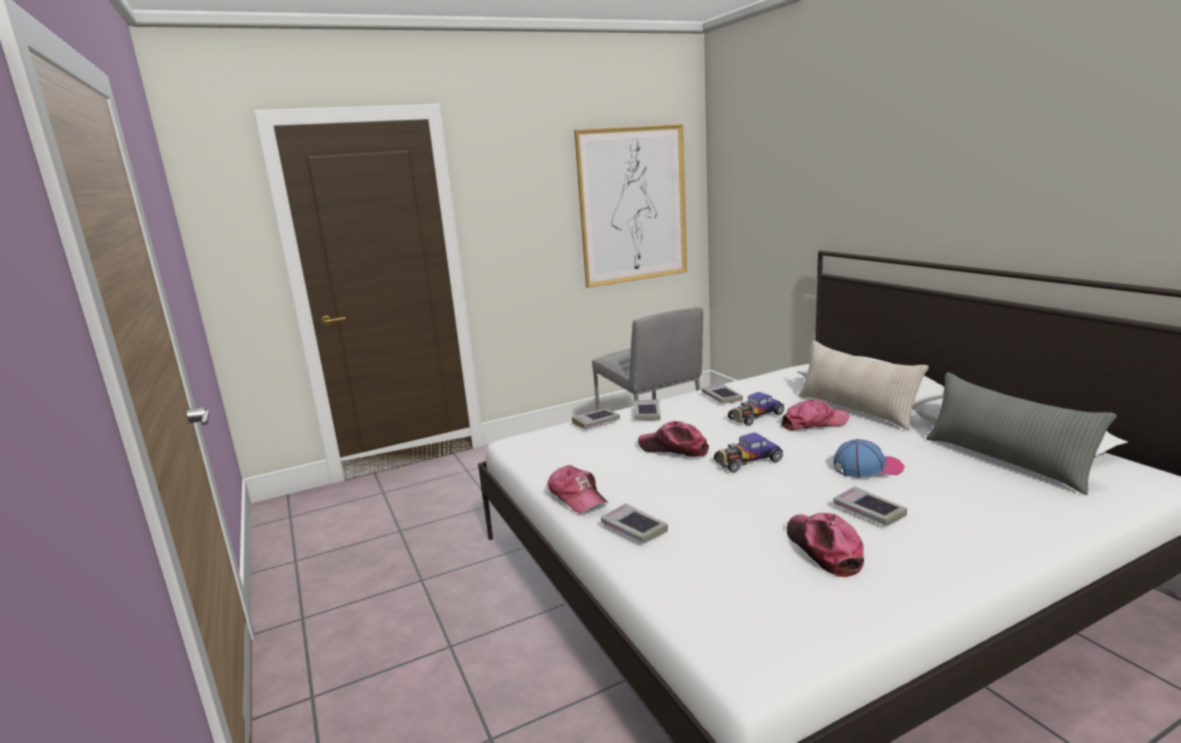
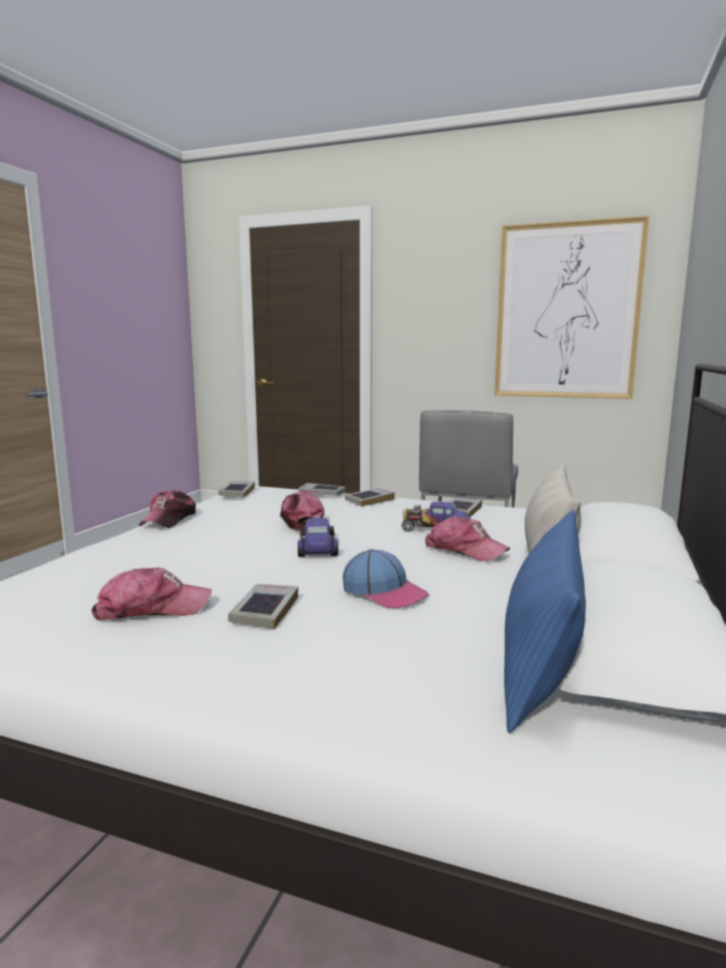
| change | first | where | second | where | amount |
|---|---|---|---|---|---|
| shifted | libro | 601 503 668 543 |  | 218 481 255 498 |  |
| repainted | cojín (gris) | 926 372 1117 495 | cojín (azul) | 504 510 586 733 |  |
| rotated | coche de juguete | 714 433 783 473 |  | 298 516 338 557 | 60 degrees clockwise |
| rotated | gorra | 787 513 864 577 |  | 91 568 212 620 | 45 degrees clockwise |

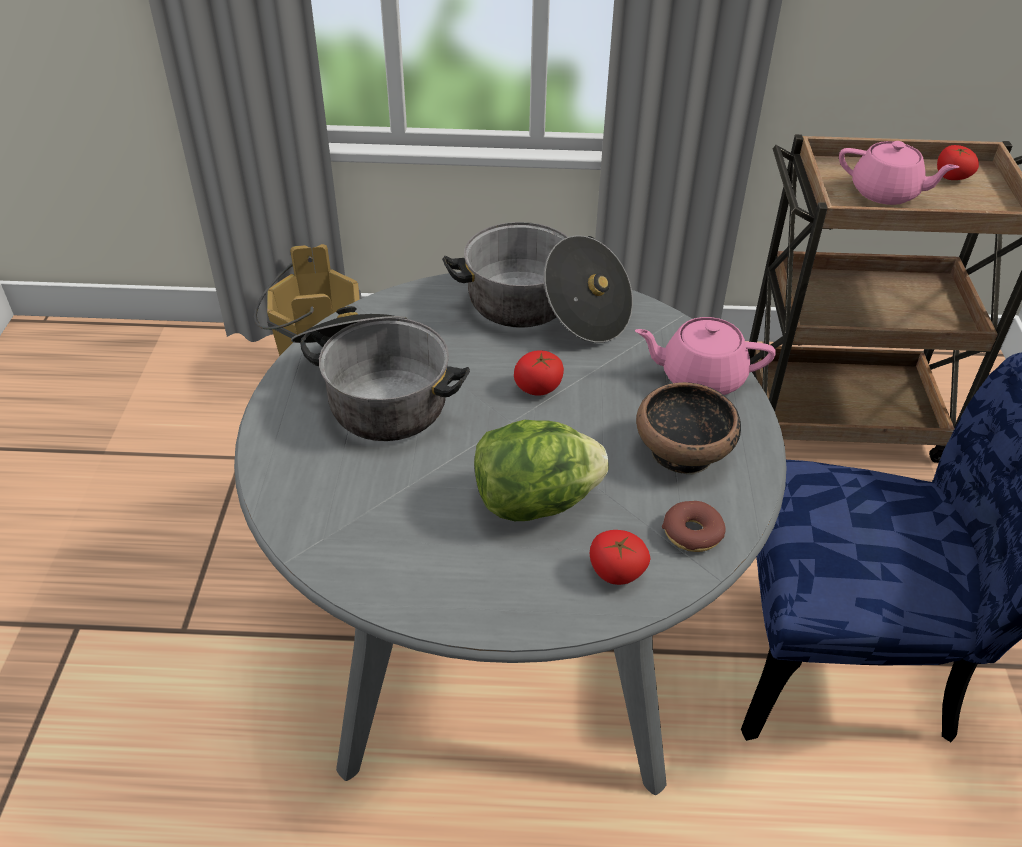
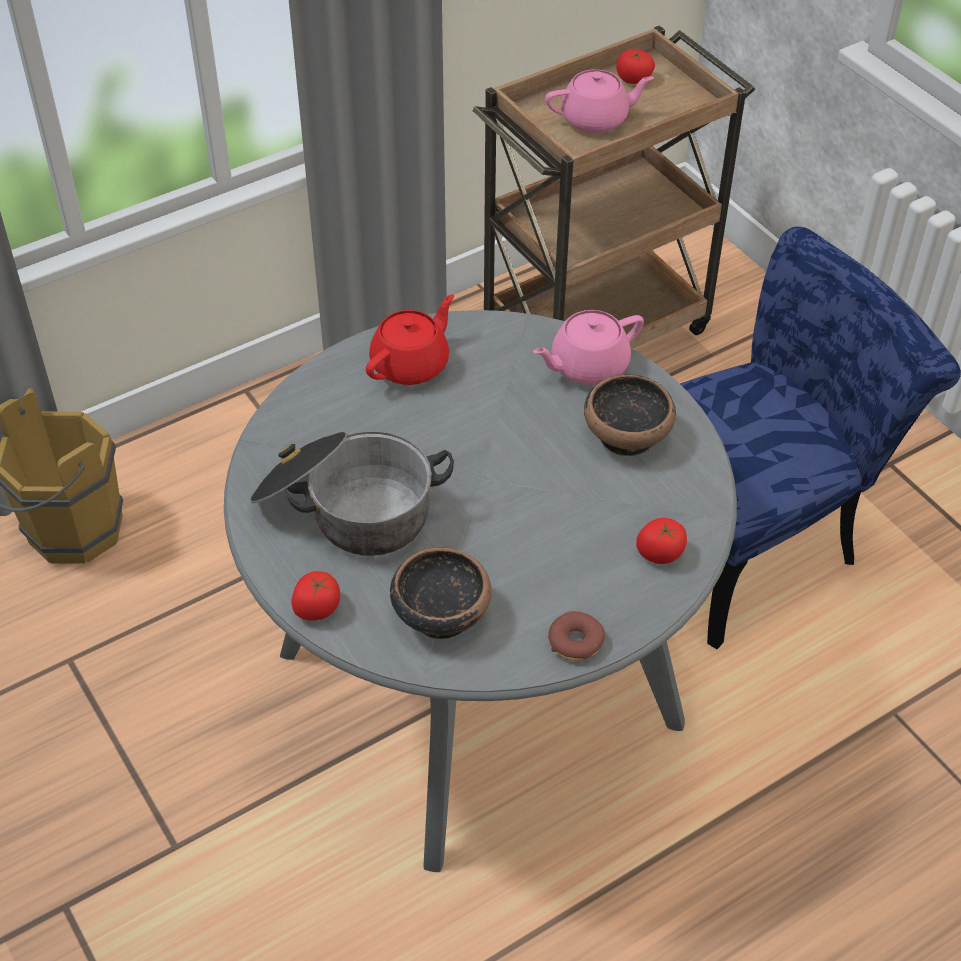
| change | first | where | second | where | amount |
|---|---|---|---|---|---|
| gone | lechuga | 474 420 609 521 |  |  |  |
| new |  |  | cuenco | 390 548 491 639 |  |
| shifted | tomate | 514 350 564 396 |  | 291 571 340 621 |  |
| shifted | rosquilla | 662 501 726 552 |  | 548 611 605 661 |  |
| swapped | olla | 442 222 633 343 | tetera (rojo) | 366 294 454 385 |  |

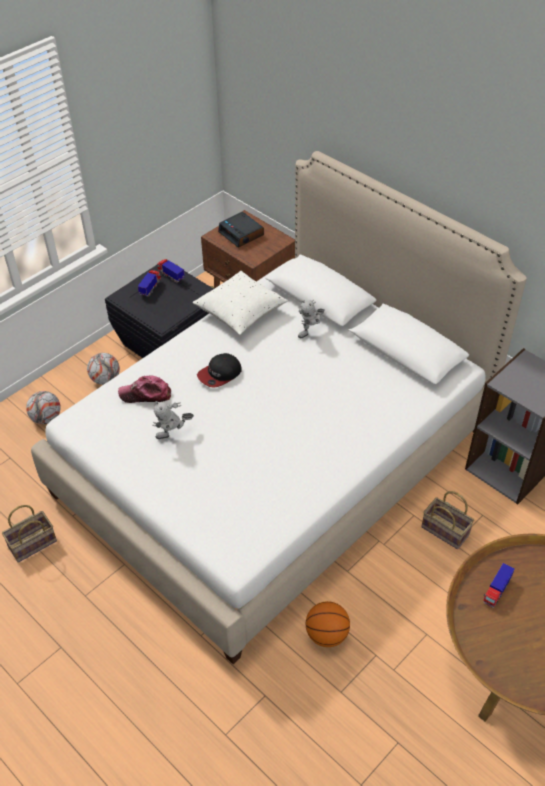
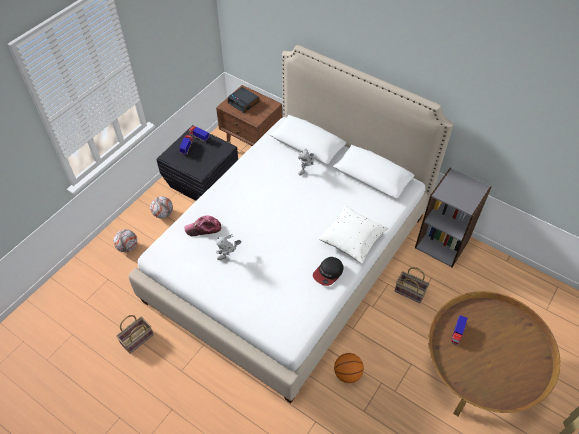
| change | first | where | second | where | amount |
|---|---|---|---|---|---|
| shifted | cojín (blanco) | 193 271 288 335 |  | 317 205 388 264 |  |
| shifted | gorra | 197 353 242 388 |  | 313 257 344 286 |  |

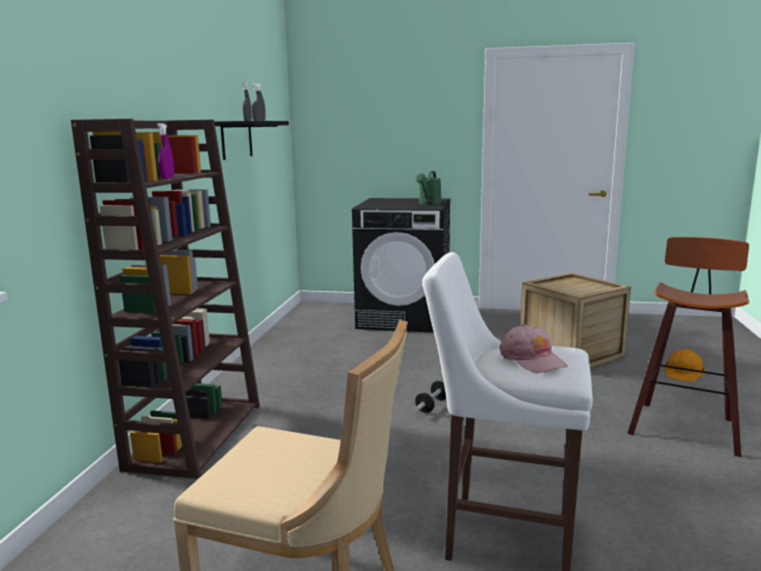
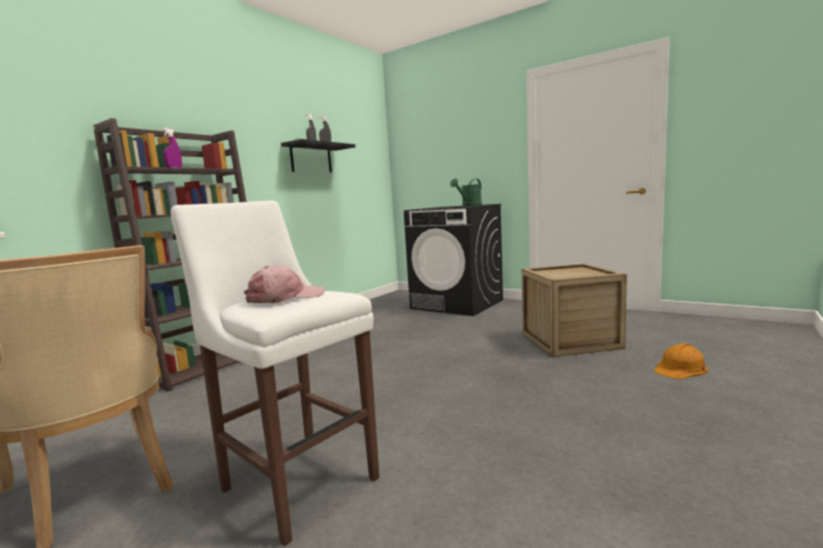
| change | first | where | second | where | amount |
|---|---|---|---|---|---|
| gone | mancuerna | 415 381 446 413 |  |  |  |
| gone | taburete | 628 237 749 457 |  |  |  |
| rotated | gorra (rosa) | 499 324 568 373 |  | 244 265 325 303 | 120 degrees counterclockwise |

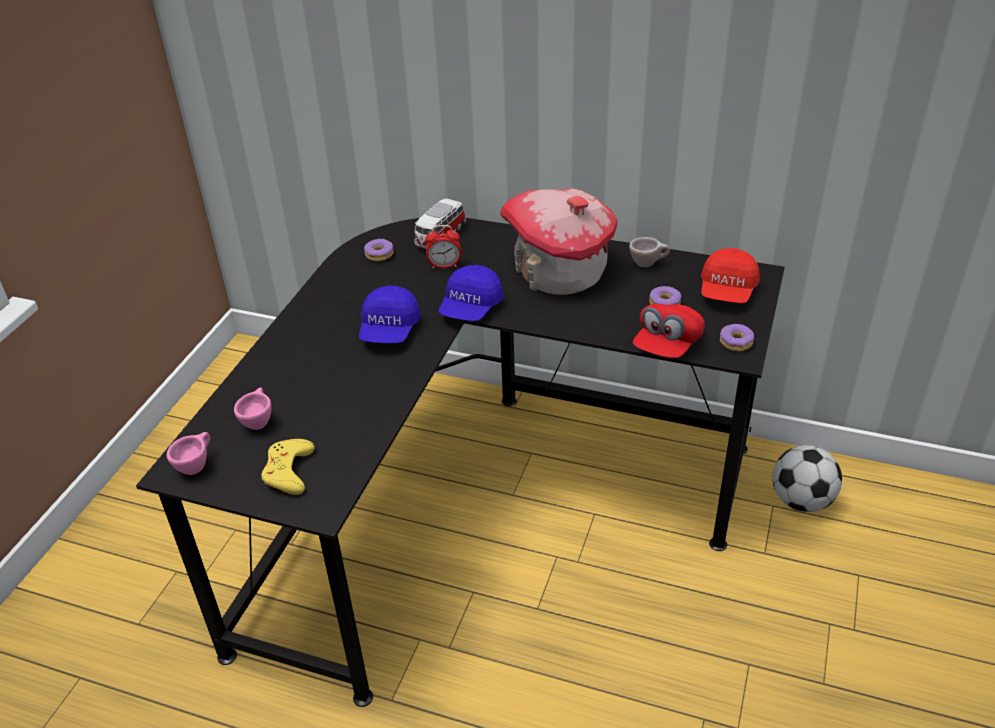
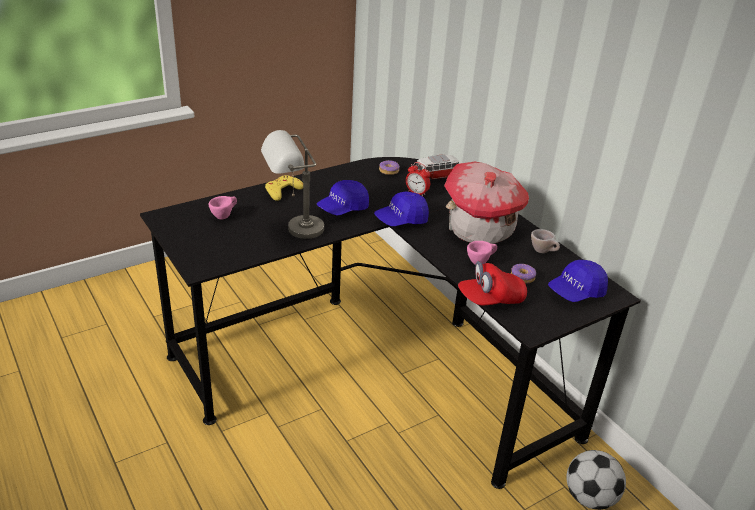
| change | first | where | second | where | amount |
|---|---|---|---|---|---|
| gone | rosquilla | 720 324 754 351 |  |  |  |
| new |  |  | lámpara de mesa (gris) | 261 130 324 239 |  |
| shifted | taza (rosa) | 167 432 210 475 |  | 467 241 497 265 |  |
| shifted | mando de consola (amarillo) | 261 439 315 495 |  | 265 175 303 201 |  |
| repainted | gorra (rojo) | 701 248 760 303 | gorra (azul) | 548 260 608 302 |  |

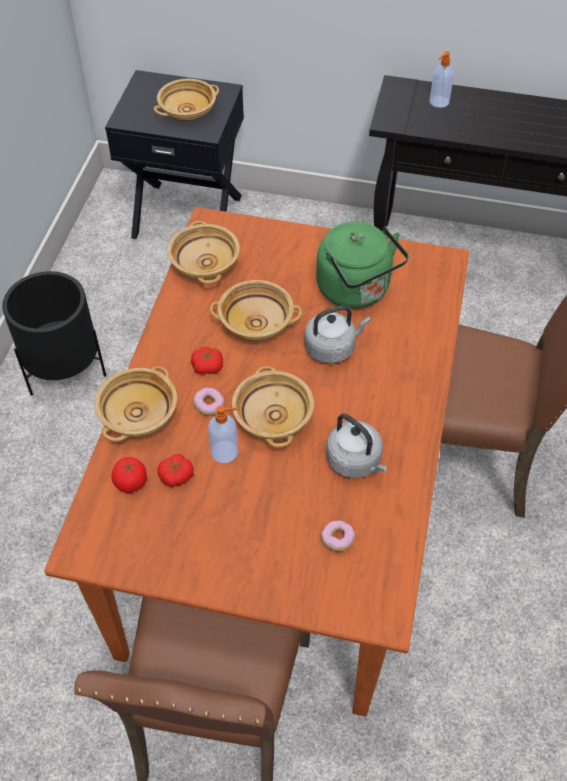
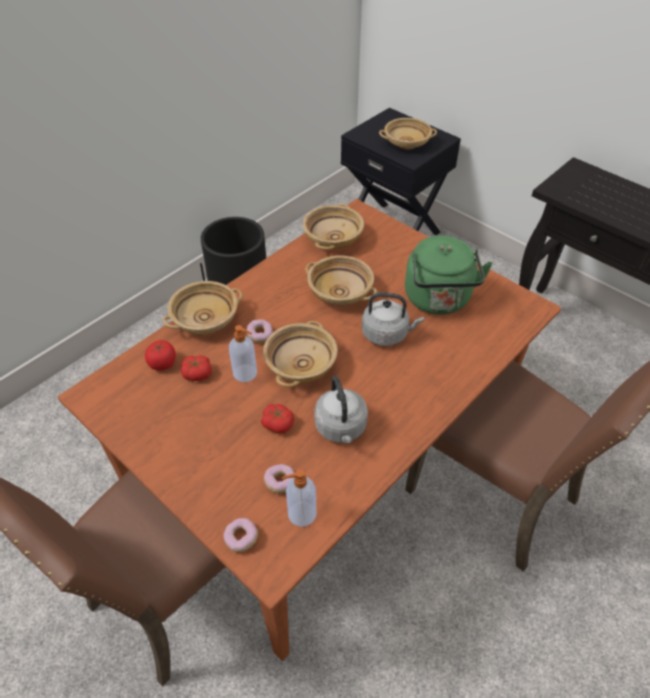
| change | first | where | second | where | amount |
|---|---|---|---|---|---|
| new |  |  | rosquilla | 223 518 258 552 |  |
| shifted | tomate | 191 347 223 375 |  | 261 404 294 434 |  |
| shifted | dispensador de jabón | 429 51 454 108 |  | 282 469 317 527 |  |

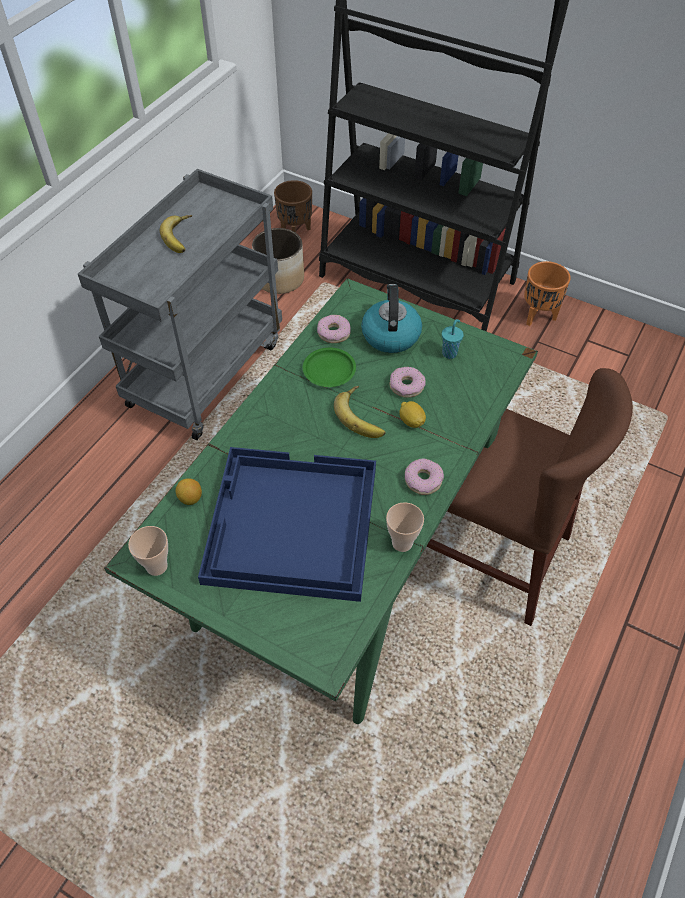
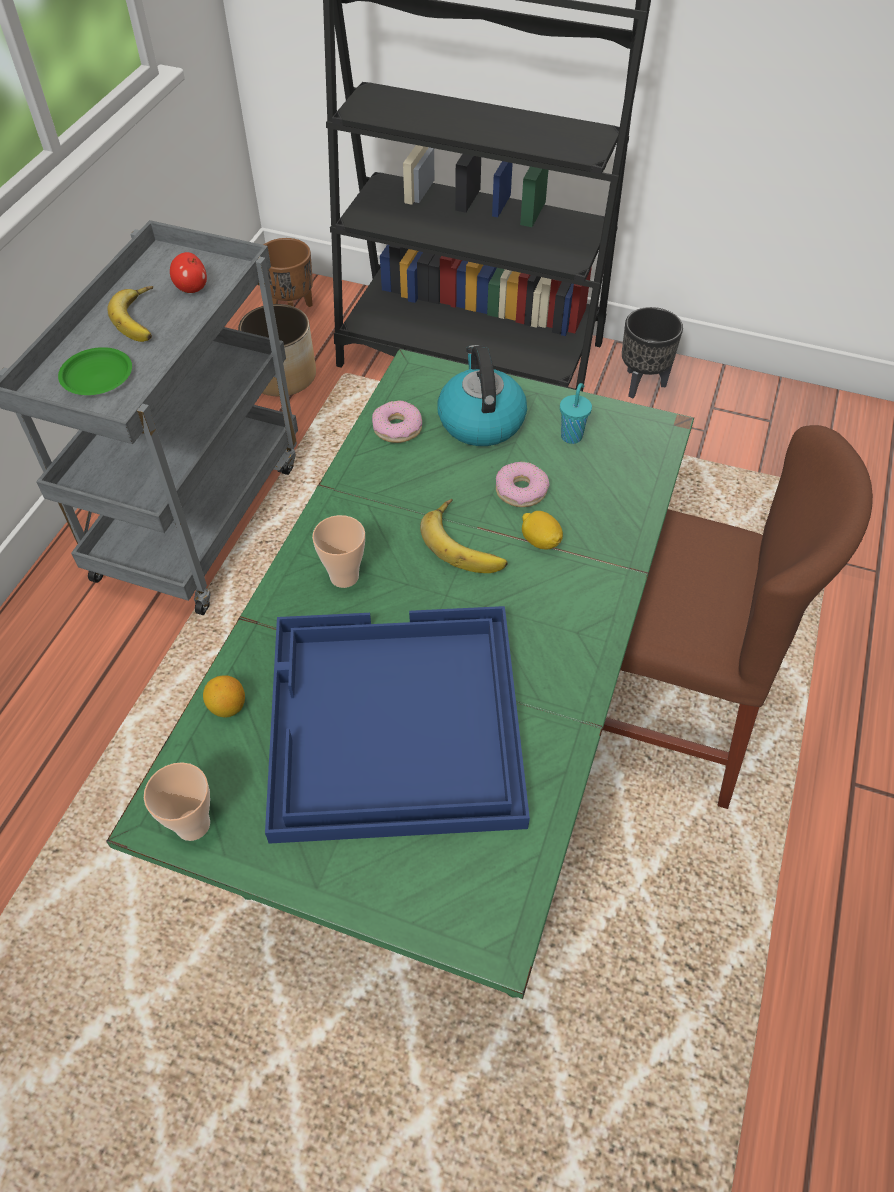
| change | first | where | second | where | amount |
|---|---|---|---|---|---|
| gone | rosquilla | 405 458 444 495 |  |  |  |
| new |  |  | manzana | 170 252 207 293 |  |
| shifted | plato (verde) | 303 348 356 387 |  | 58 347 132 395 |  |
| shifted | taza | 386 502 424 552 |  | 312 515 365 588 |  |
| repainted | maceta (naranja) | 524 261 571 326 | maceta (negro) | 622 307 683 398 |  |

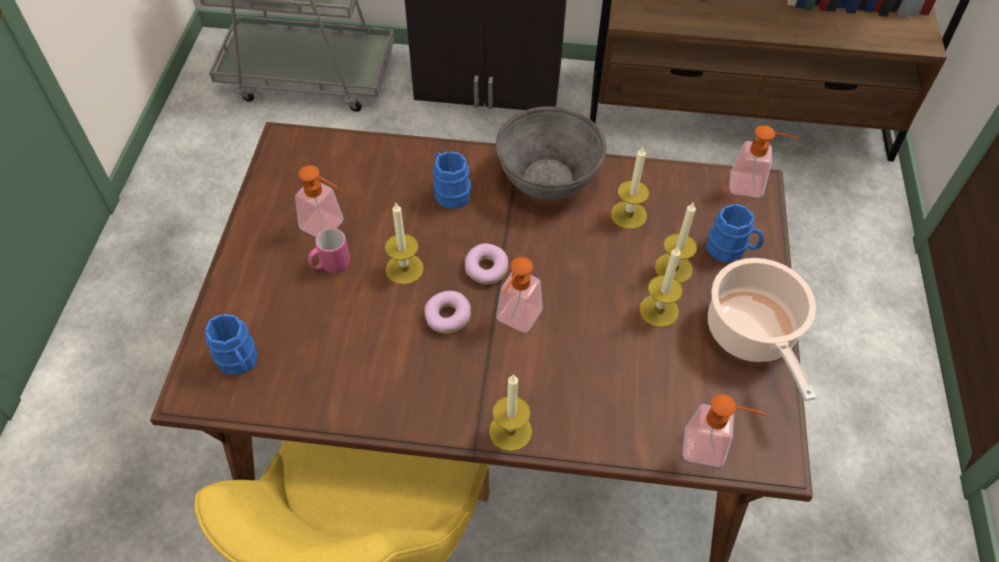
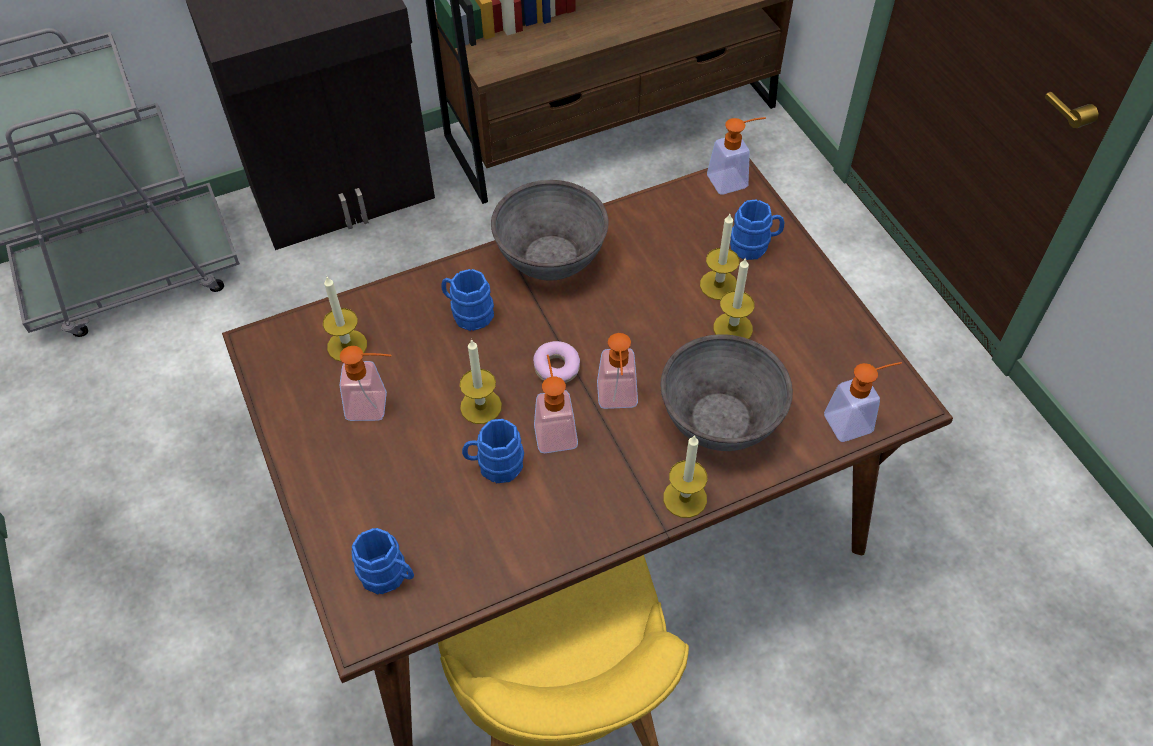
| change | first | where | second | where | amount |
|---|---|---|---|---|---|
| gone | taza grande (rosa) | 308 228 350 273 |  |  |  |
| gone | olla | 708 258 816 401 |  |  |  |
| new |  |  | taza grande (azul) | 462 419 524 483 |  |
| new |  |  | cuenco (gris) | 661 334 793 451 |  |
| shifted | vela | 611 147 649 229 |  | 323 277 367 362 |  |
| swapped | rosquilla | 424 291 471 333 | dispensador de jabón | 534 355 578 453 |  |

